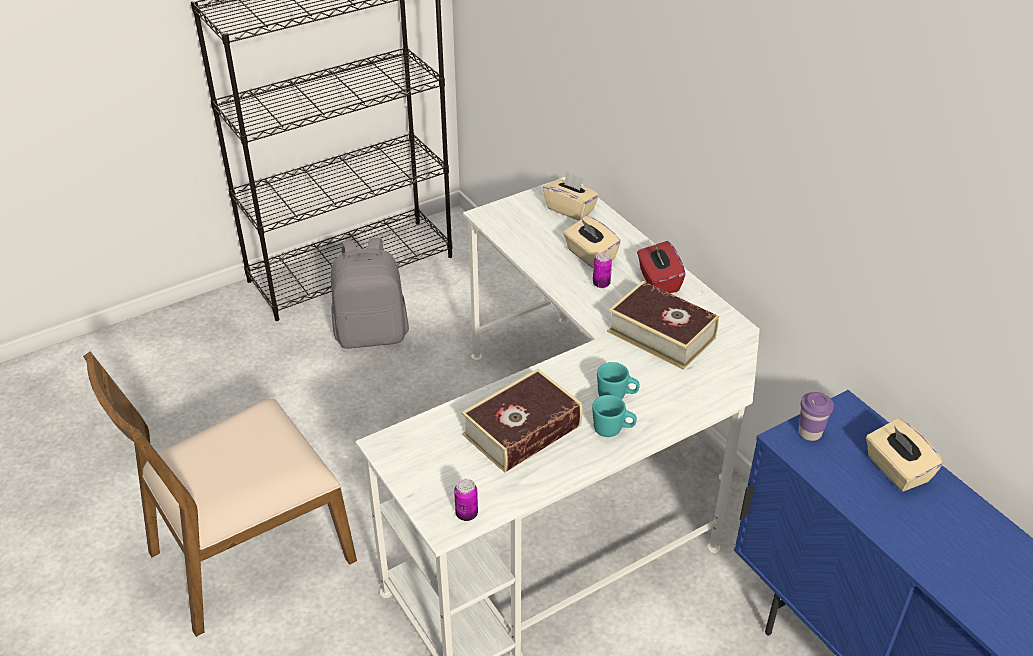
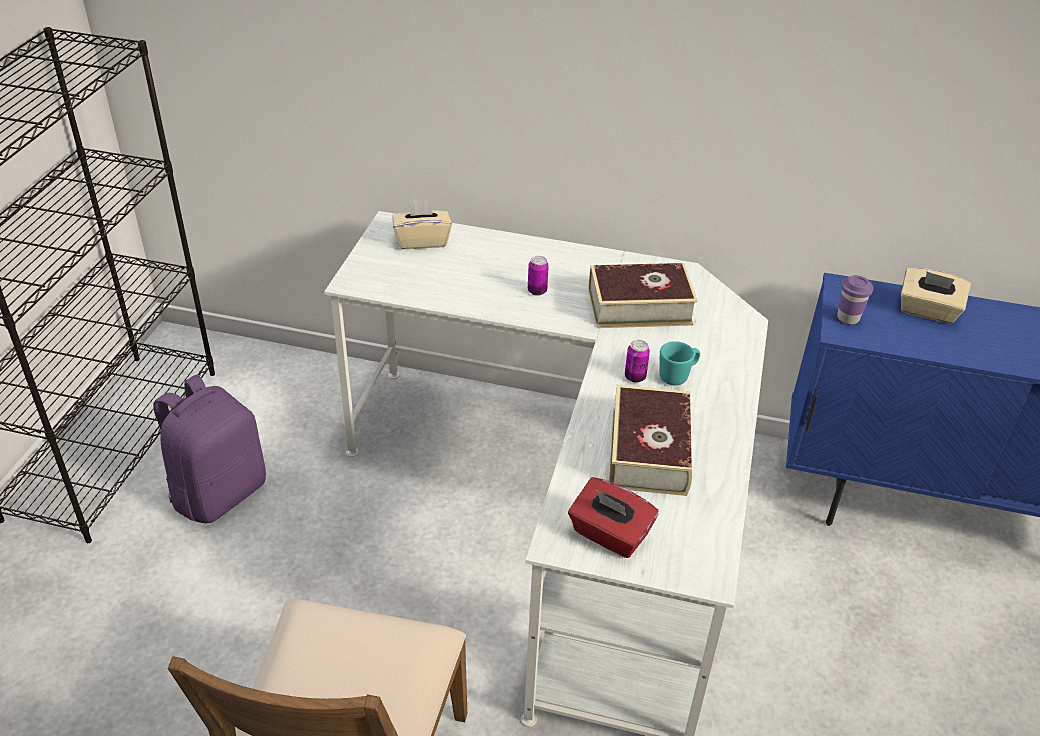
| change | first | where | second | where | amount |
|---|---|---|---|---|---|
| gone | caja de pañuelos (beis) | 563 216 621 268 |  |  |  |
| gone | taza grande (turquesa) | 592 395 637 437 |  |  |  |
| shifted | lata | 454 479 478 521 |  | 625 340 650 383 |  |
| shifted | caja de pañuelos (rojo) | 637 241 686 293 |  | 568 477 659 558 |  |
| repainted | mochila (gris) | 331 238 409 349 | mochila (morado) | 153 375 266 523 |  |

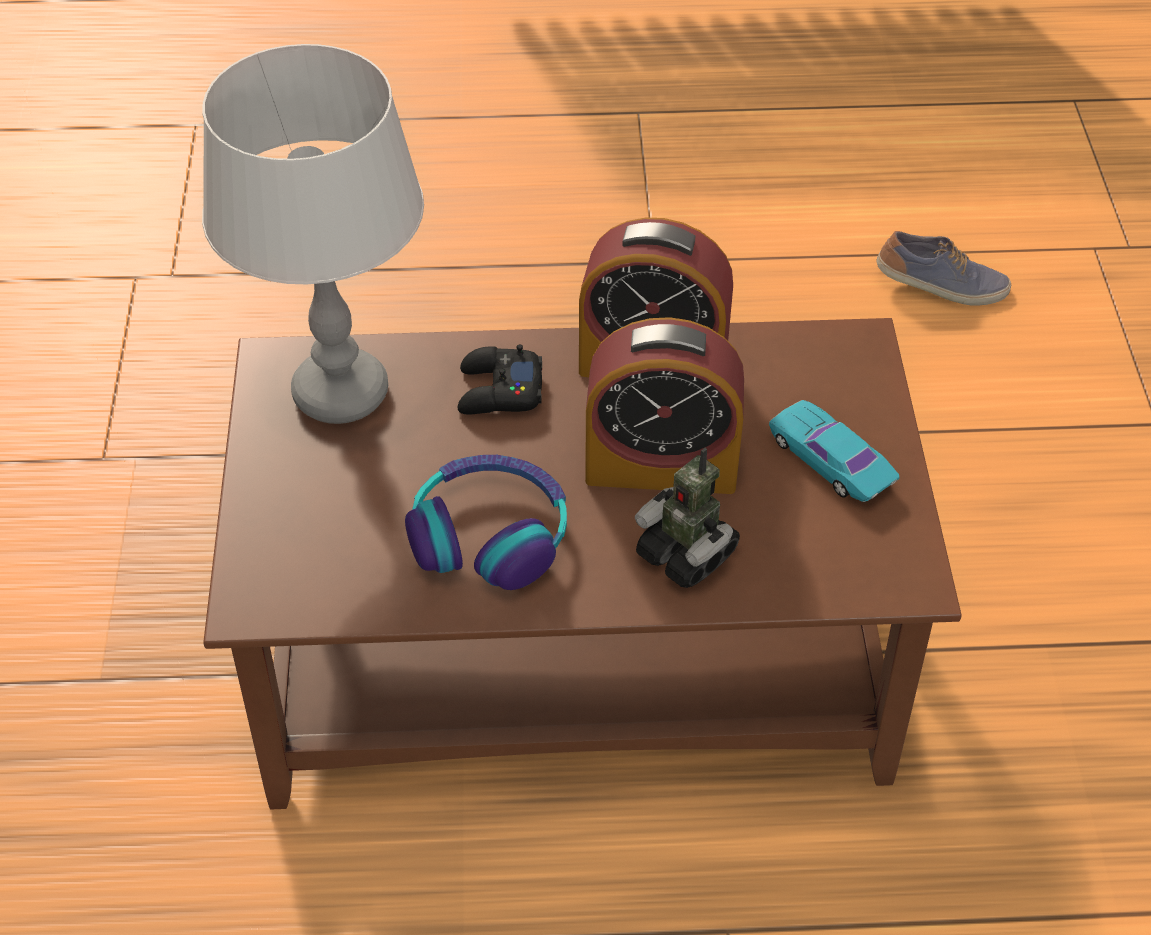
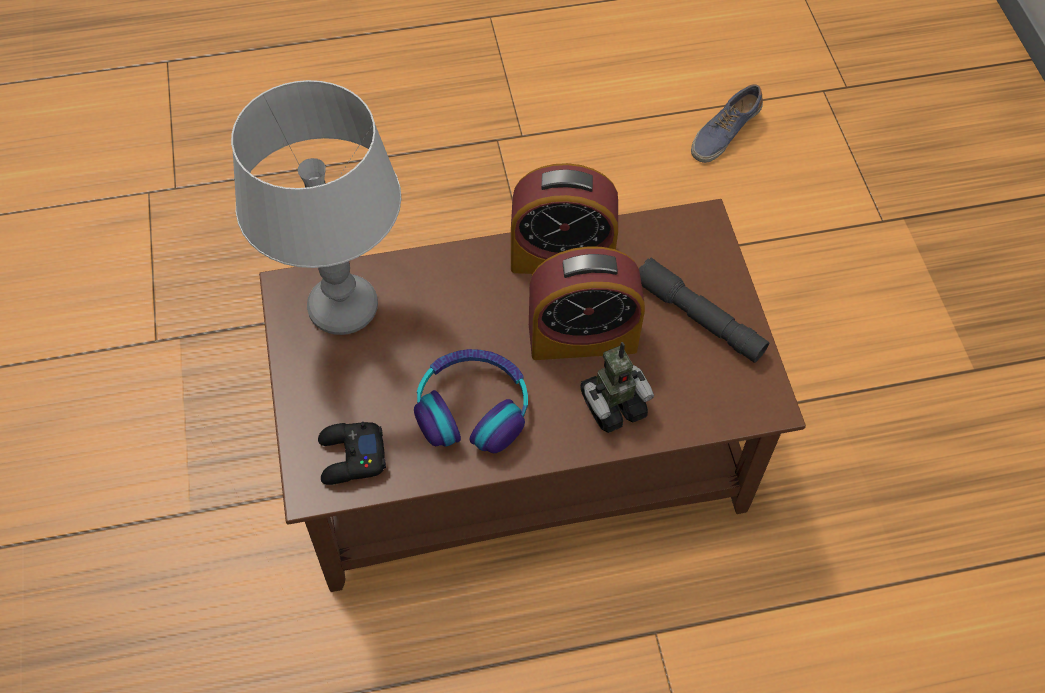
| change | first | where | second | where | amount |
|---|---|---|---|---|---|
| shifted | mando de consola (negro) | 458 344 542 415 |  | 318 422 386 485 |  |
| swapped | coche de juguete (turquesa) | 769 400 899 502 | linterna (gris) | 639 258 769 363 |  |
| rotated | robot de juguete | 635 448 740 588 |  | 580 342 654 433 | 60 degrees counterclockwise |
| rotated | zapato | 876 231 1011 306 |  | 691 84 763 163 | 135 degrees clockwise |

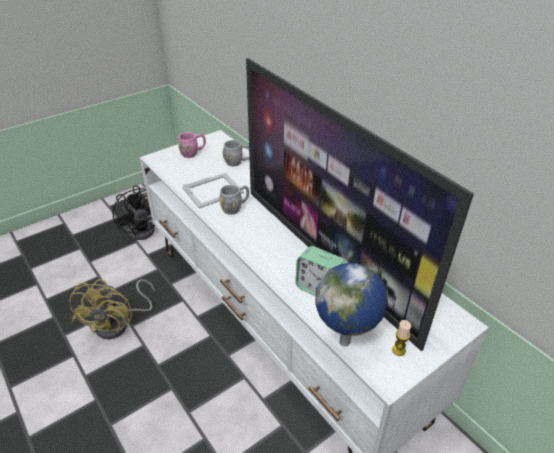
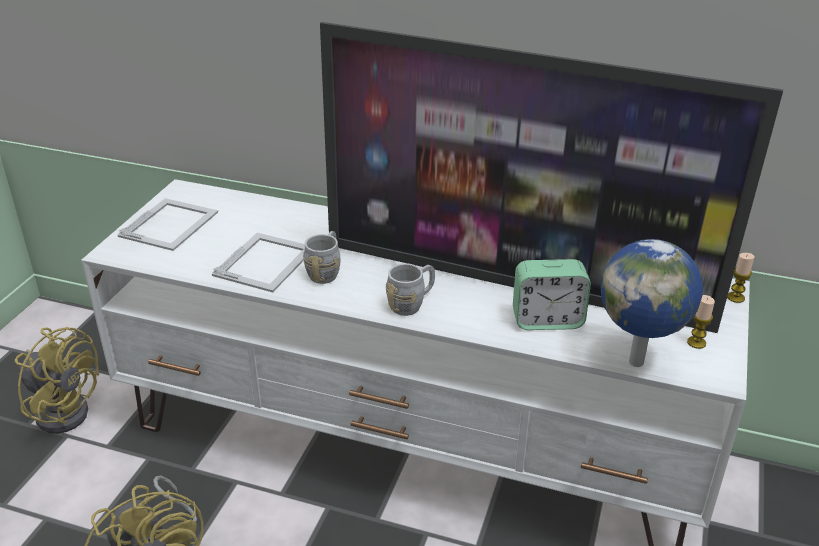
| change | first | where | second | where | amount |
|---|---|---|---|---|---|
| new |  |  | vela | 727 253 755 303 |  |
| shifted | taza grande (gris) | 223 140 250 166 |  | 386 263 435 316 |  |
| swapped | taza grande (rosa) | 178 132 206 158 | portarretratos | 118 198 218 251 |  |
| repainted | ventilador (negro) | 112 185 155 240 | ventilador (amarillo) | 15 327 99 434 |  |

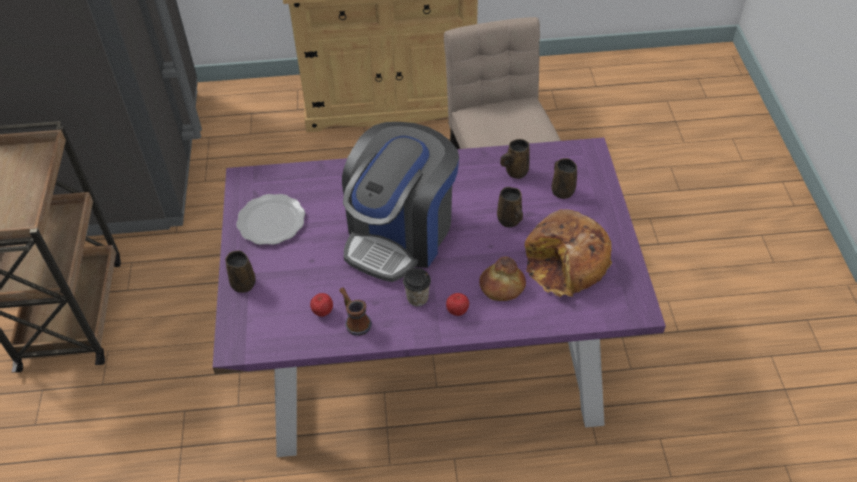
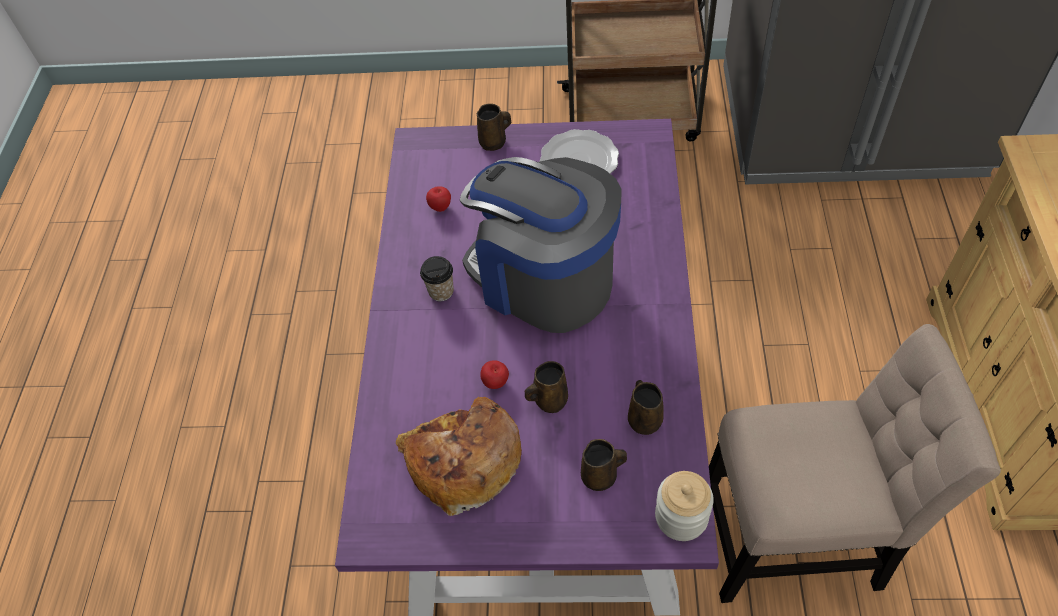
| change | first | where | second | where | amount |
|---|---|---|---|---|---|
| gone | taza grande | 339 287 372 336 |  |  |  |
| gone | pan | 479 256 526 301 |  |  |  |
| new |  |  | tarro | 655 471 714 541 |  |
| shifted | manzana | 446 293 469 316 |  | 480 360 509 389 |  |

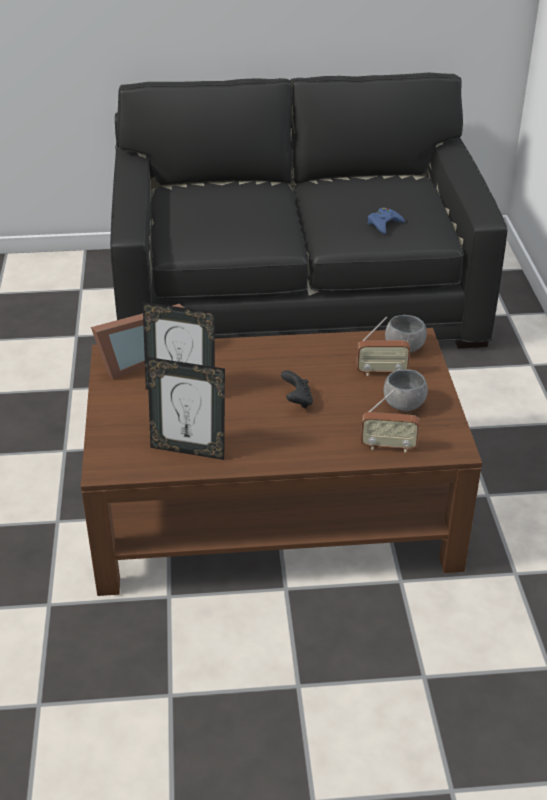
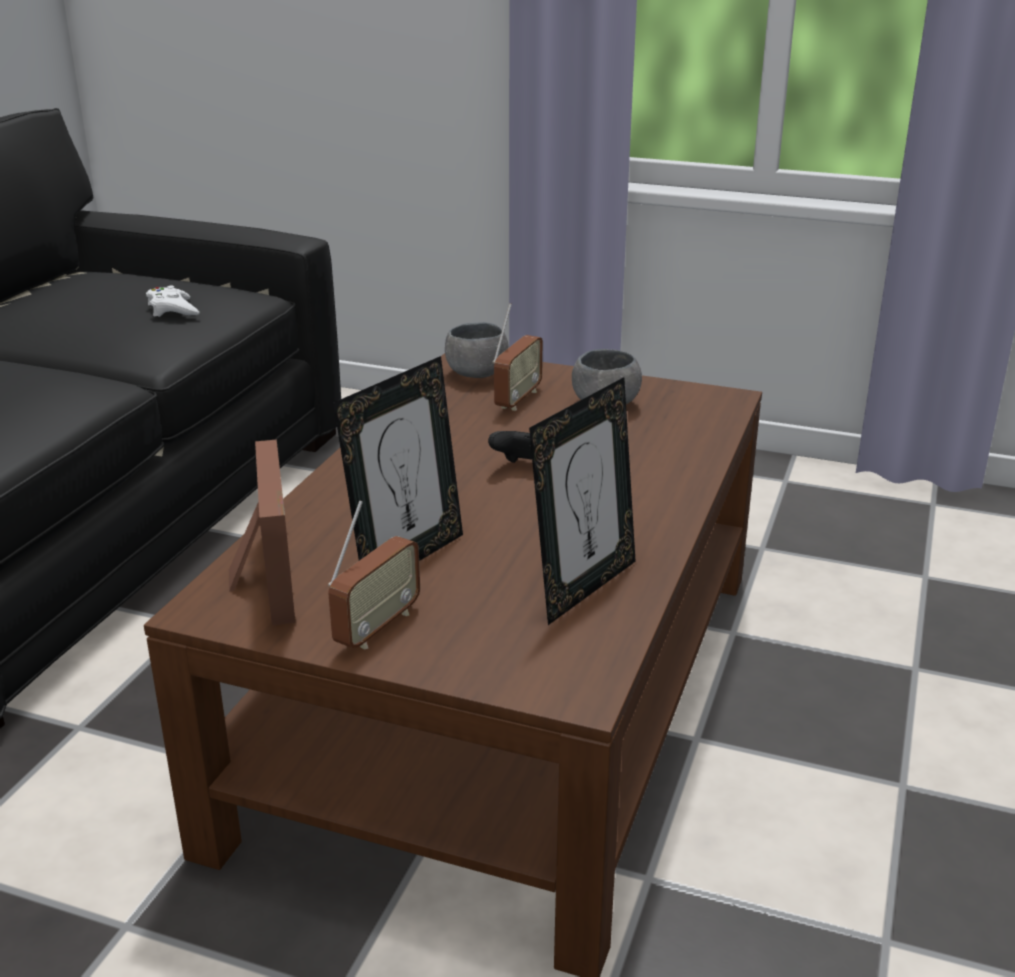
| change | first | where | second | where | amount |
|---|---|---|---|---|---|
| shifted | radio | 361 389 420 453 |  | 328 500 420 649 |  |
| repainted | mando de consola (azul) | 368 208 405 234 | mando de consola (blanco) | 146 286 200 317 |  |

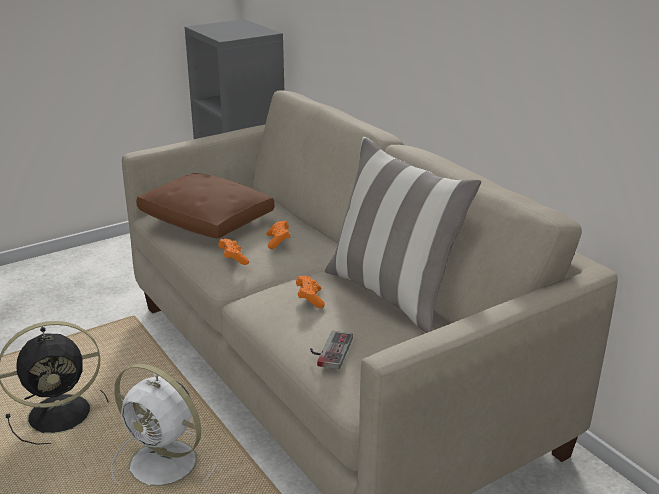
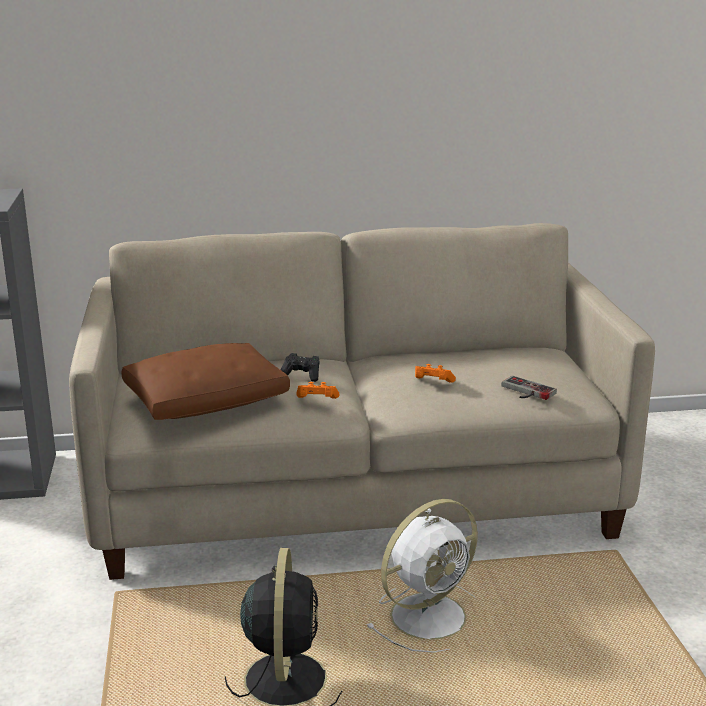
| change | first | where | second | where | amount |
|---|---|---|---|---|---|
| gone | cojín | 324 137 481 333 |  |  |  |
| repainted | mando de consola (naranja) | 266 220 290 249 | mando de consola (negro) | 281 353 320 382 |  |

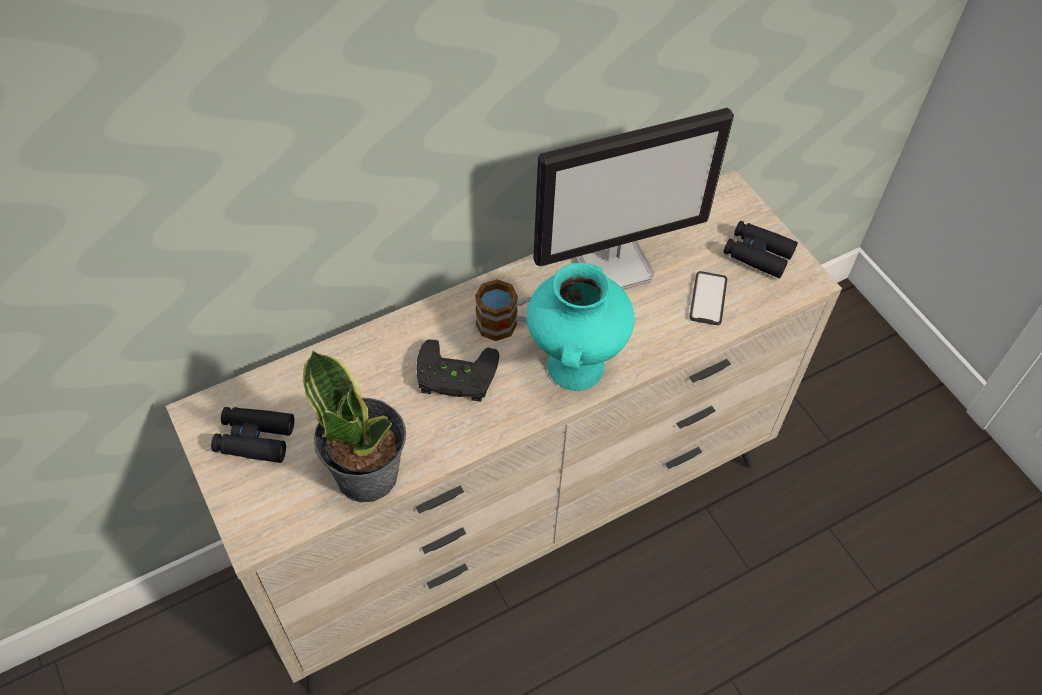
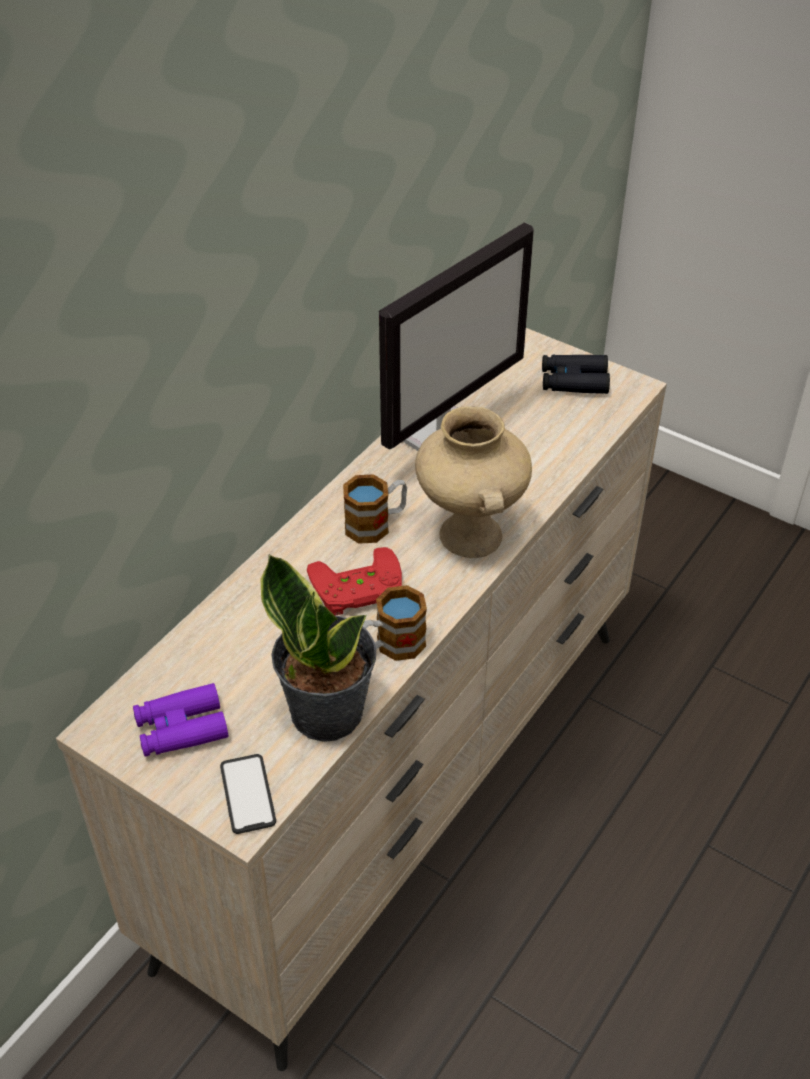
| change | first | where | second | where | amount |
|---|---|---|---|---|---|
| new |  |  | taza grande | 363 585 427 661 |  |
| shifted | móvil | 689 271 727 325 |  | 220 754 276 834 |  |
| repainted | prismáticos (negro) | 211 407 294 463 | prismáticos (morado) | 133 683 229 757 |  |
| repainted | mando de consola (negro) | 416 340 499 402 | mando de consola (rojo) | 307 547 402 616 |  |
| repainted | florero (turquesa) | 527 263 635 391 | florero (beis) | 415 406 532 558 |  |

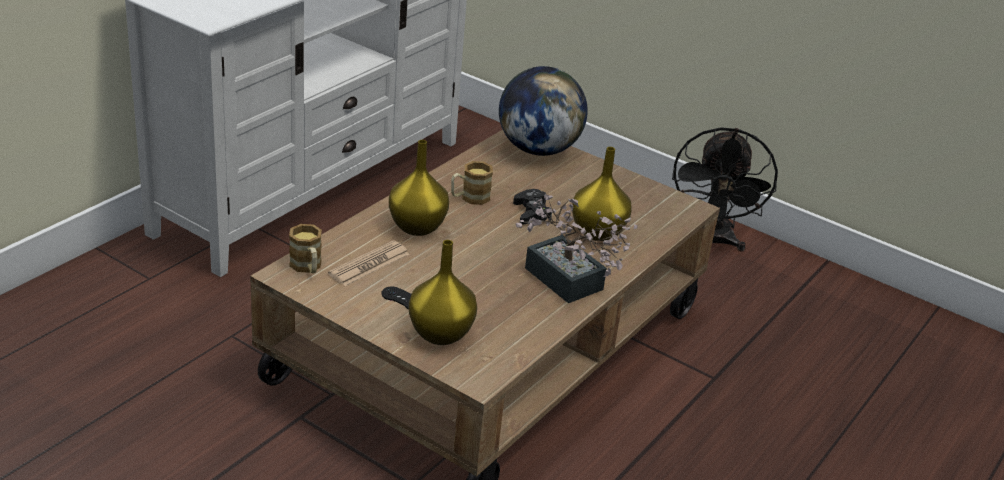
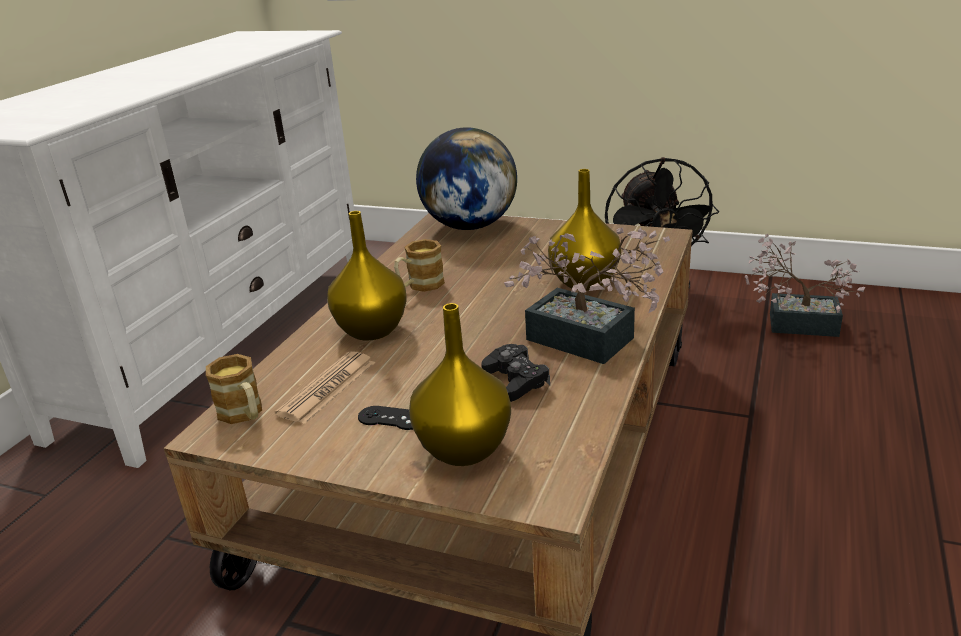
| change | first | where | second | where | amount |
|---|---|---|---|---|---|
| new |  |  | planta en maceta | 745 234 866 337 |  |
| shifted | mando de consola (negro) | 513 189 552 225 |  | 481 344 550 402 |  |

